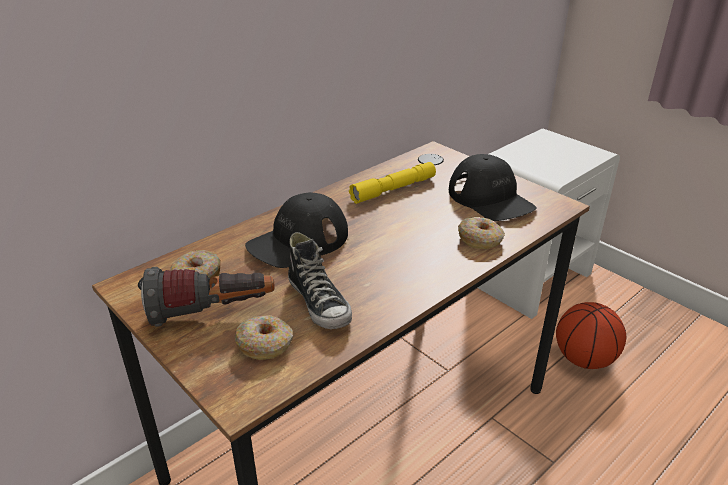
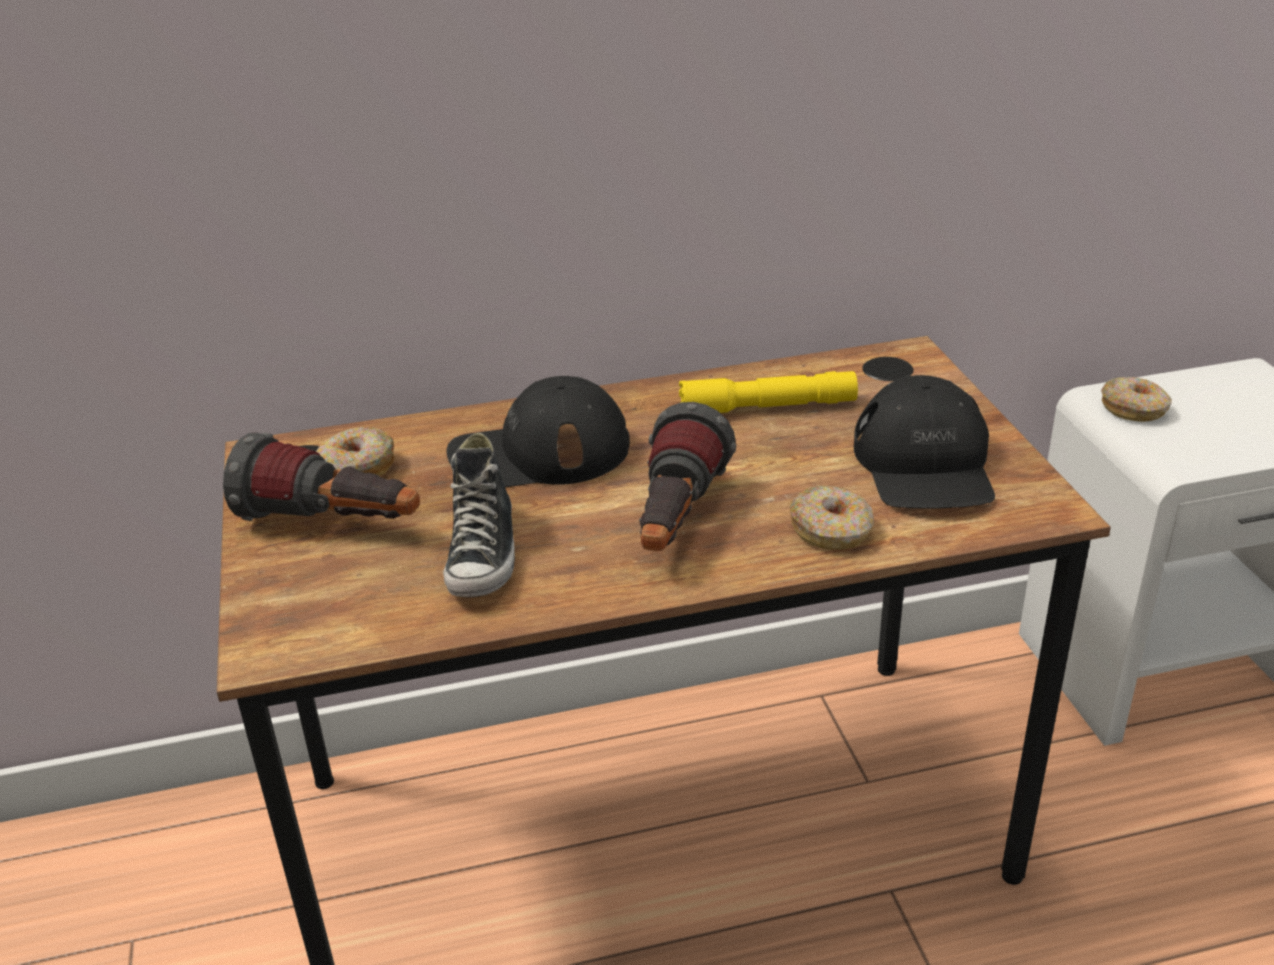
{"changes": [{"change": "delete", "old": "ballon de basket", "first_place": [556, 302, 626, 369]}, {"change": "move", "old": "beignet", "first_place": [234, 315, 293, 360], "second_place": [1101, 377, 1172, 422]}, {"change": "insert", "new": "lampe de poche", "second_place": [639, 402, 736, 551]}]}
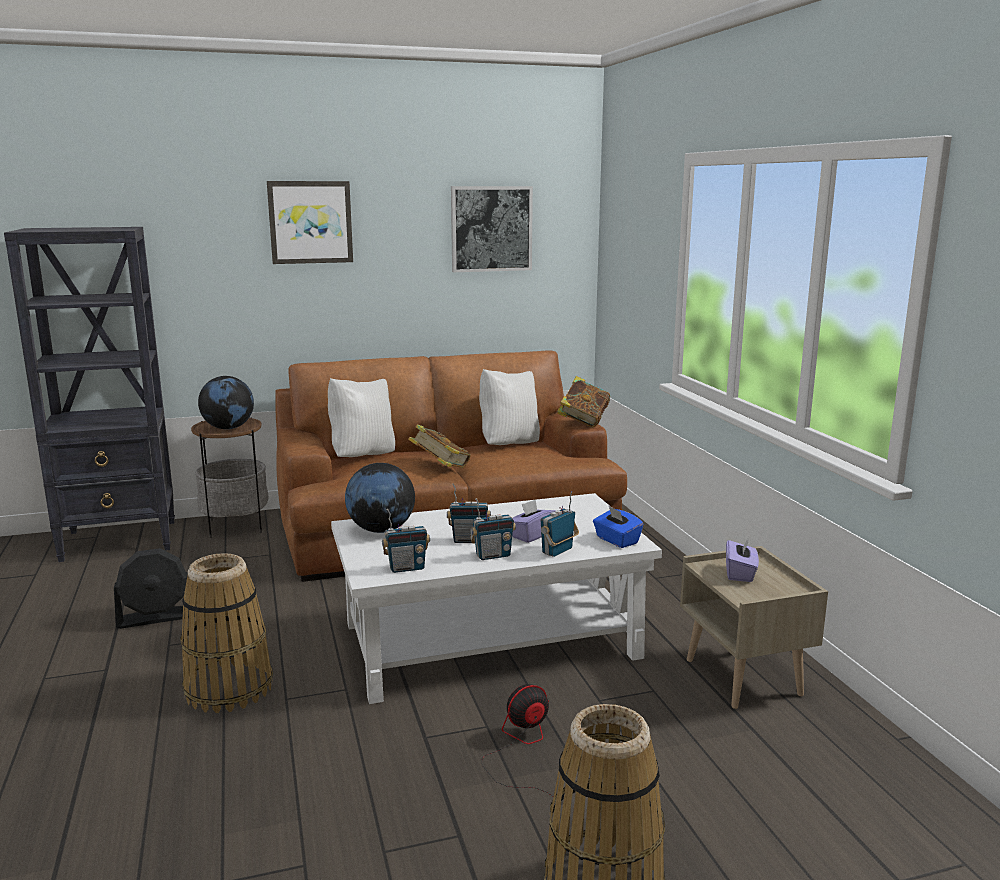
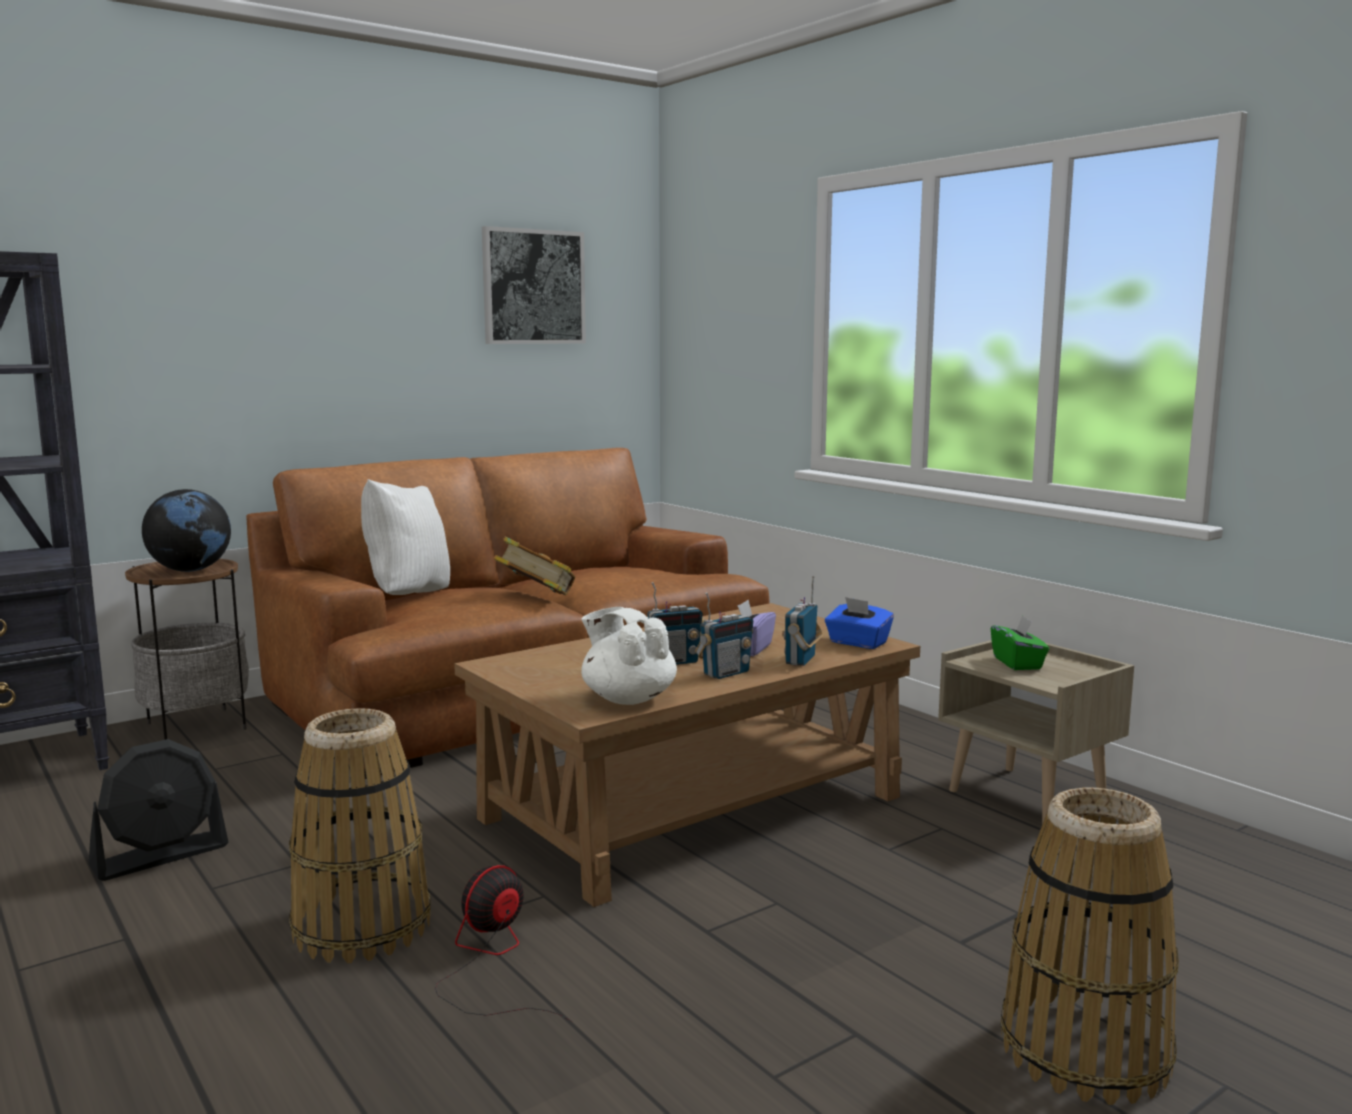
{"changes": [{"change": "delete", "old": "tableau", "first_place": [267, 181, 353, 264]}, {"change": "delete", "old": "coussin/blanc", "first_place": [479, 369, 540, 445]}, {"change": "delete", "old": "livre", "first_place": [557, 376, 610, 427]}, {"change": "delete", "old": "globe", "first_place": [345, 463, 415, 533]}, {"change": "recolor", "old": "table basse/blanc", "new": "table basse/marron", "first_place": [331, 493, 662, 704], "second_place": [454, 603, 920, 907]}, {"change": "replace", "old": "radio", "new": "théière/blanc", "first_place": [382, 509, 430, 573], "second_place": [581, 607, 677, 705]}, {"change": "recolor", "old": "boîte à mouchoirs/violet", "new": "boîte à mouchoirs/vert", "first_place": [726, 537, 759, 582], "second_place": [991, 615, 1049, 670]}, {"change": "move", "old": "ventilateur", "first_place": [482, 684, 554, 797], "second_place": [435, 865, 573, 1022]}]}
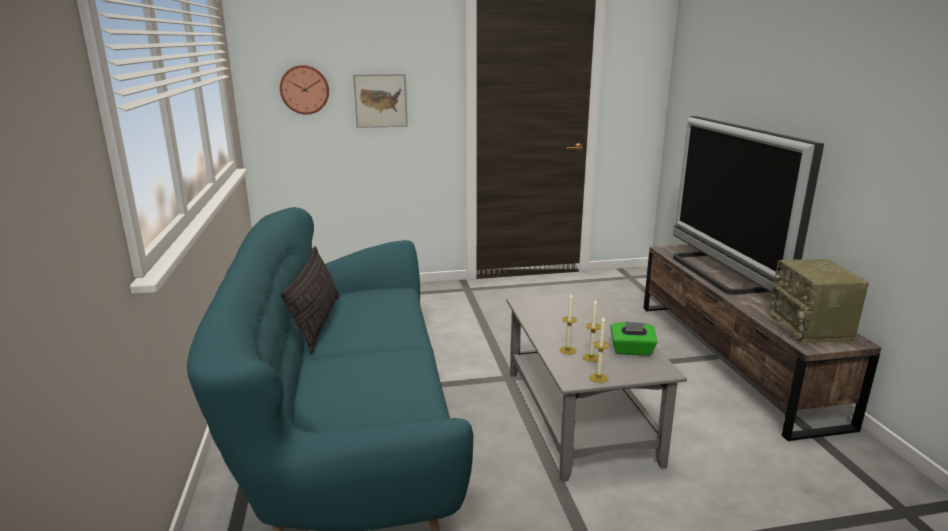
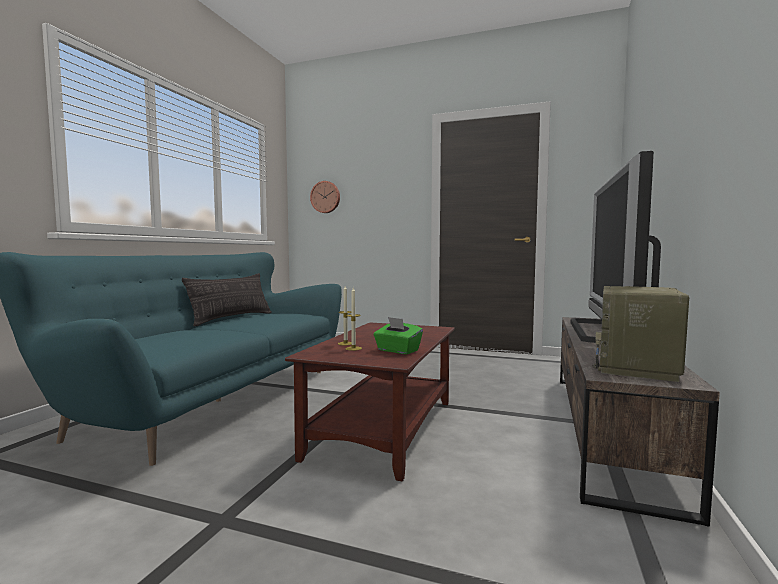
{"changes": [{"change": "delete", "old": "tableau", "first_place": [353, 74, 408, 128]}, {"change": "recolor", "old": "table basse/gris", "new": "table basse/marron", "first_place": [506, 291, 687, 482], "second_place": [285, 322, 455, 482]}, {"change": "delete", "old": "bougie", "first_place": [590, 316, 609, 383]}]}
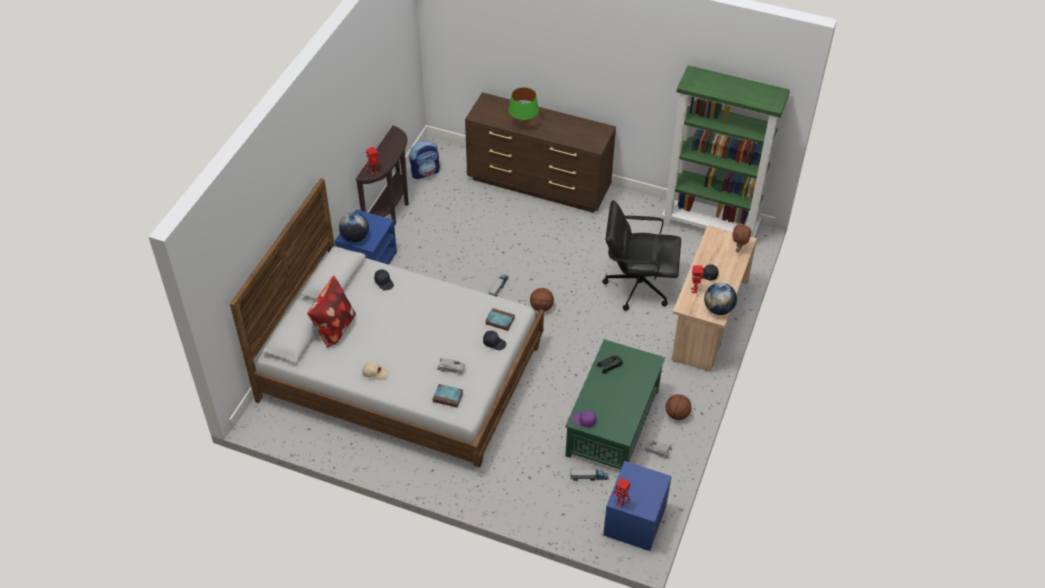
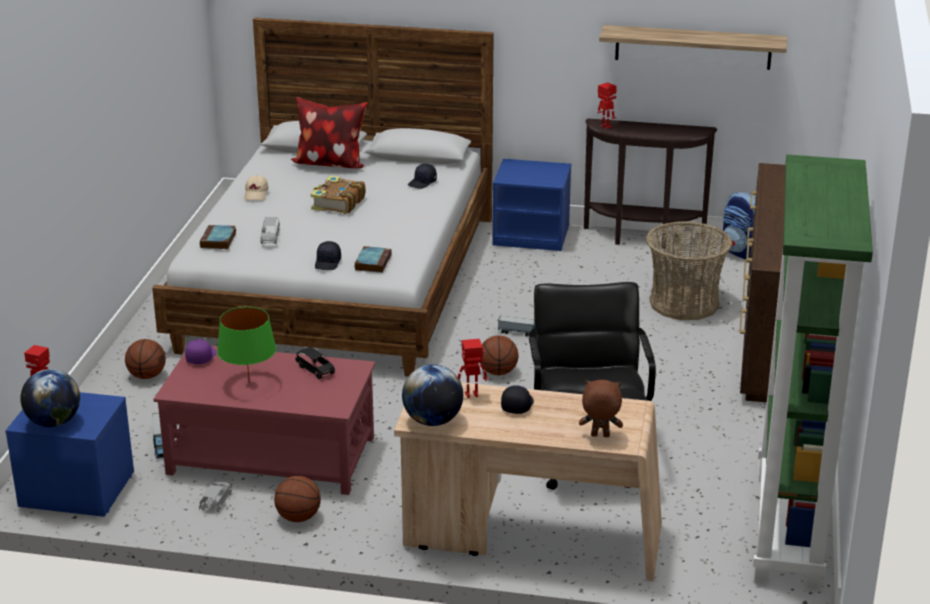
{"changes": [{"change": "move", "old": "lampe de table/vert", "first_place": [509, 87, 539, 125], "second_place": [217, 307, 276, 383]}, {"change": "move", "old": "globe", "first_place": [339, 212, 369, 242], "second_place": [20, 369, 80, 427]}, {"change": "recolor", "old": "table basse/vert", "new": "table basse/rouge", "first_place": [565, 339, 665, 469], "second_place": [154, 346, 375, 495]}, {"change": "insert", "new": "étagère", "second_place": [599, 25, 787, 70]}, {"change": "insert", "new": "livre", "second_place": [311, 176, 366, 214]}, {"change": "insert", "new": "panier", "second_place": [646, 221, 732, 320]}, {"change": "insert", "new": "ballon de basket", "second_place": [125, 339, 166, 379]}]}
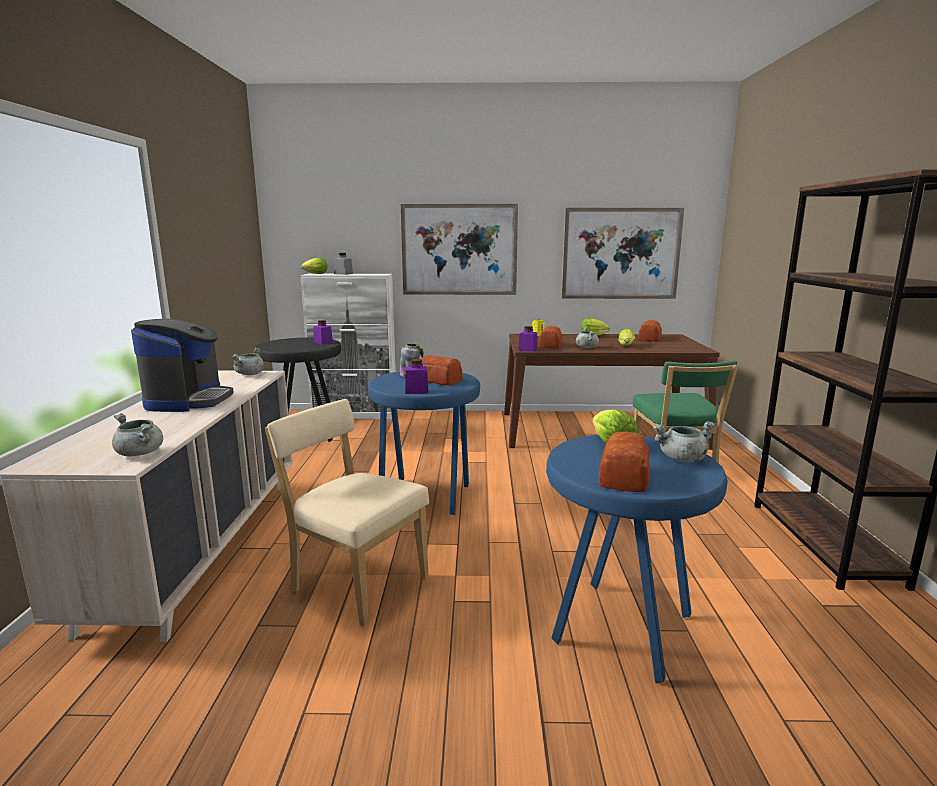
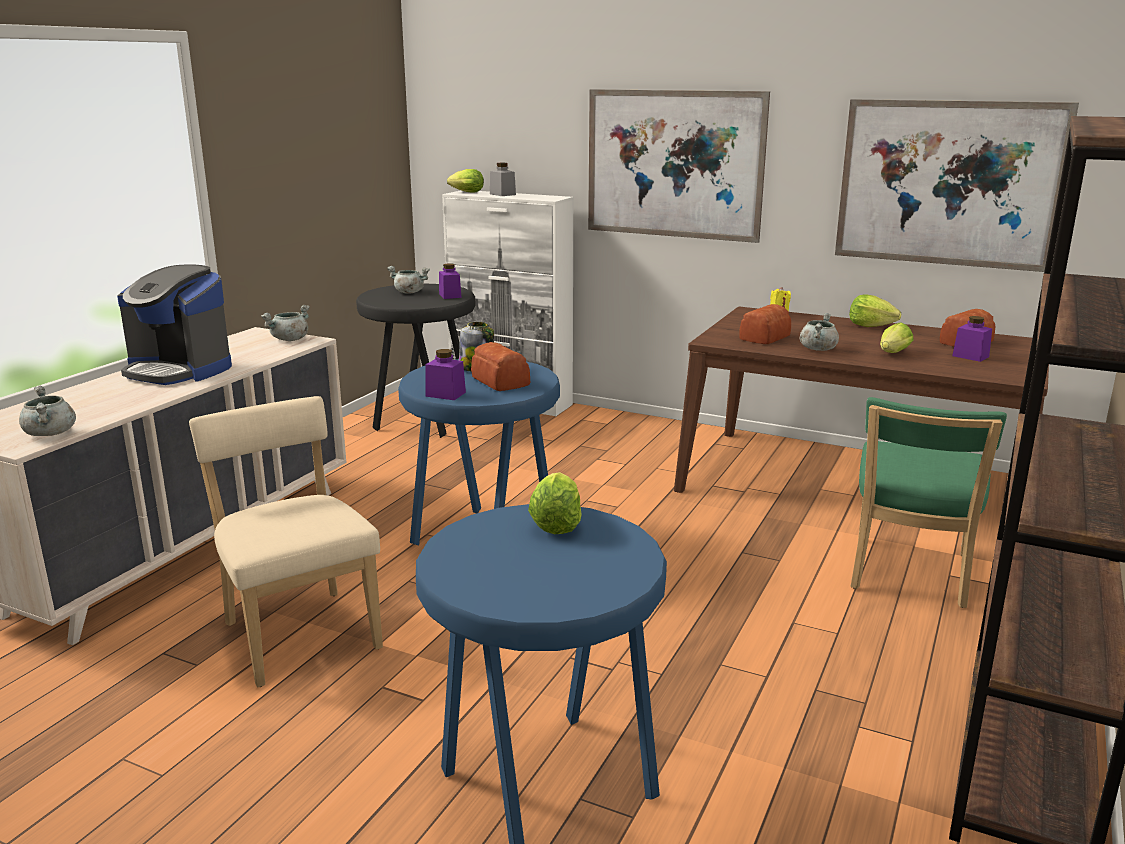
{"changes": [{"change": "rotate", "old": "machine à café", "first_place": [131, 319, 233, 412], "second_place": [117, 264, 232, 385], "degrees": 90}, {"change": "move", "old": "bocal/violet", "first_place": [518, 326, 537, 352], "second_place": [952, 316, 992, 362]}, {"change": "move", "old": "marmite/gris", "first_place": [653, 421, 716, 463], "second_place": [387, 266, 430, 294]}, {"change": "delete", "old": "pain", "first_place": [599, 431, 650, 492]}]}
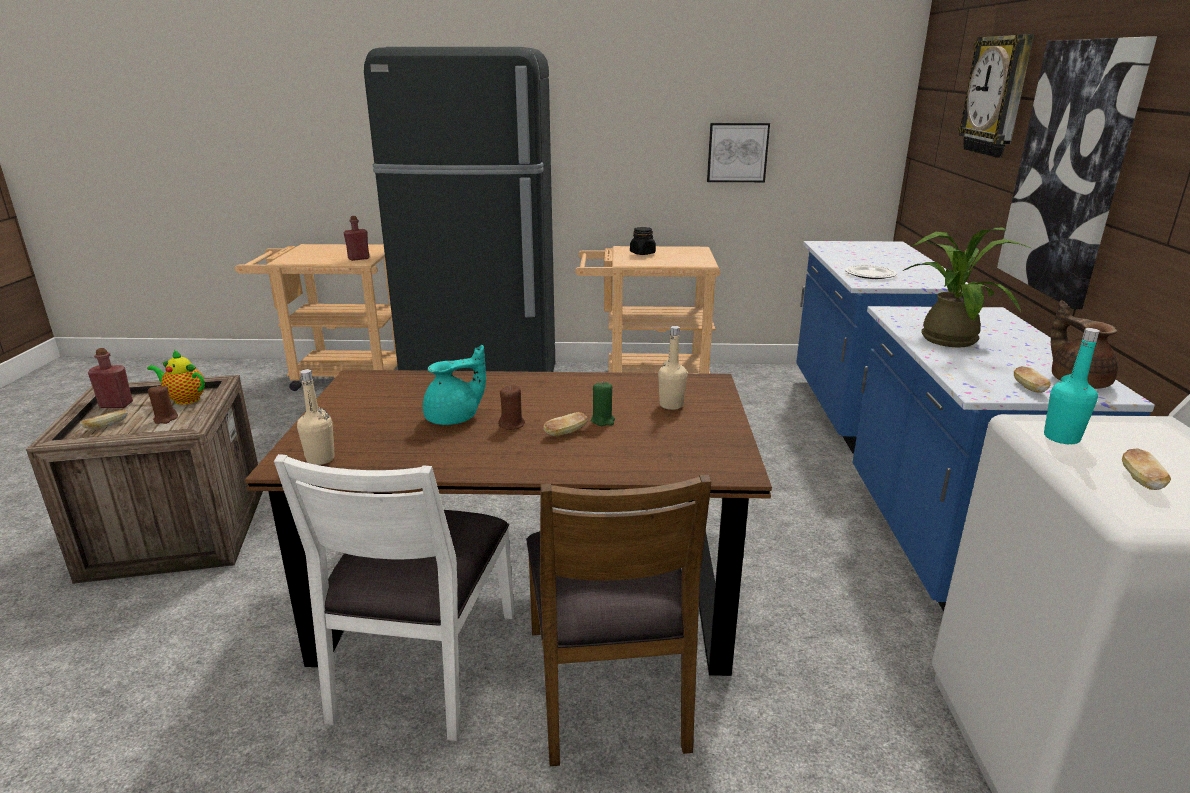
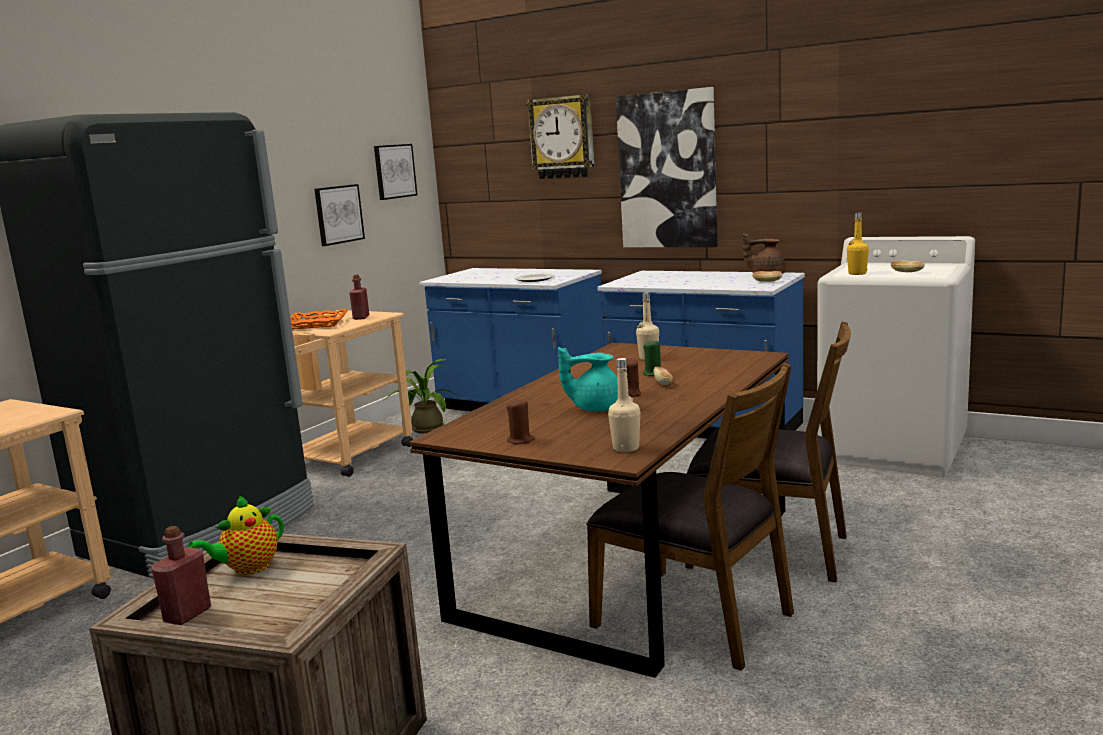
{"changes": [{"change": "move", "old": "bouteille/rouge", "first_place": [344, 216, 370, 261], "second_place": [349, 274, 369, 320]}, {"change": "replace", "old": "bocal/noir", "new": "plateau/orange", "first_place": [630, 227, 656, 255], "second_place": [290, 309, 348, 330]}, {"change": "move", "old": "plante en pot", "first_place": [903, 228, 1031, 347], "second_place": [384, 359, 461, 434]}, {"change": "recolor", "old": "bouteille/turquoise", "new": "bouteille/jaune", "first_place": [1044, 328, 1100, 444], "second_place": [847, 213, 869, 275]}, {"change": "rotate", "old": "théière/turquoise", "first_place": [423, 345, 486, 425], "second_place": [558, 347, 618, 412], "degrees": -90}, {"change": "move", "old": "bougie/marron", "first_place": [148, 385, 178, 424], "second_place": [506, 399, 535, 444]}, {"change": "delete", "old": "pain", "first_place": [80, 409, 128, 429]}, {"change": "recolor", "old": "chaise/blanc", "new": "chaise/marron", "first_place": [274, 454, 514, 741], "second_place": [586, 363, 794, 670]}, {"change": "insert", "new": "tableau", "second_place": [374, 144, 417, 200]}]}
